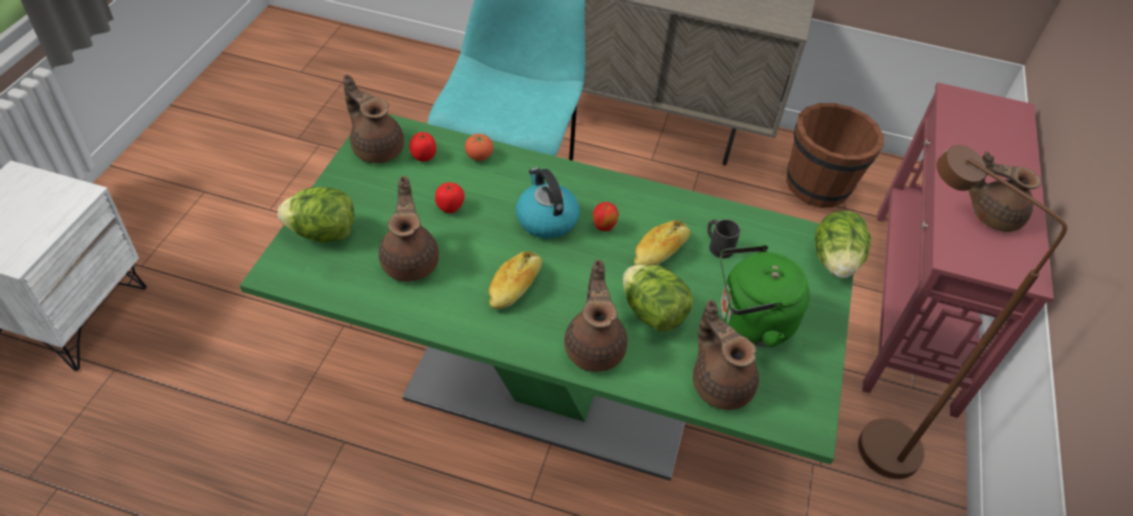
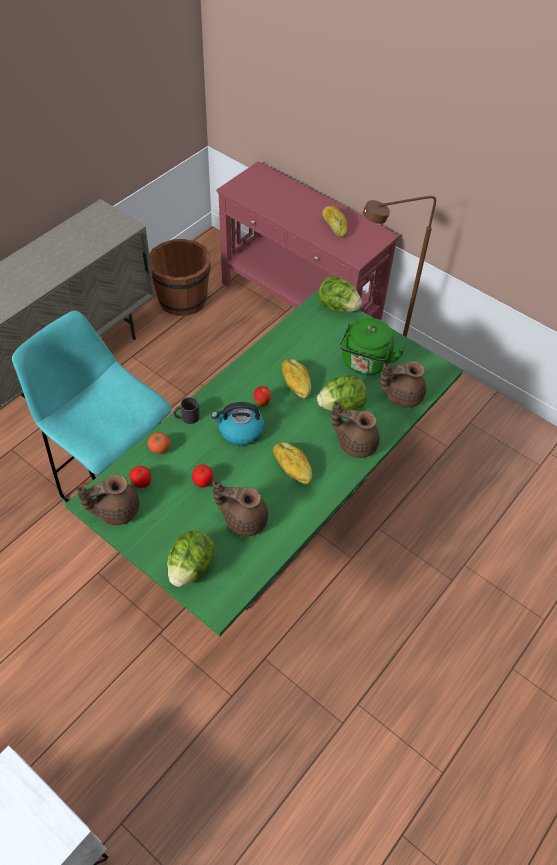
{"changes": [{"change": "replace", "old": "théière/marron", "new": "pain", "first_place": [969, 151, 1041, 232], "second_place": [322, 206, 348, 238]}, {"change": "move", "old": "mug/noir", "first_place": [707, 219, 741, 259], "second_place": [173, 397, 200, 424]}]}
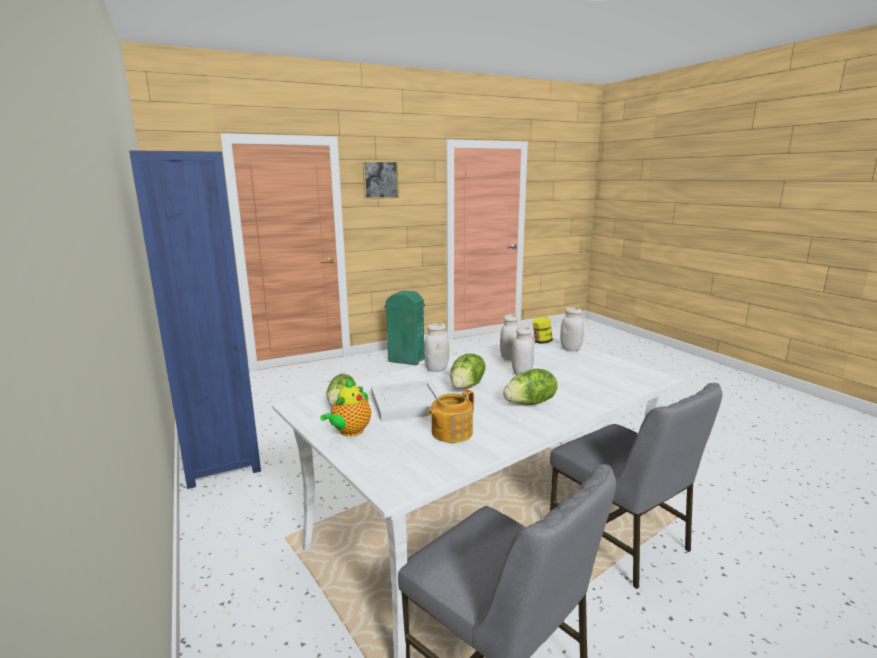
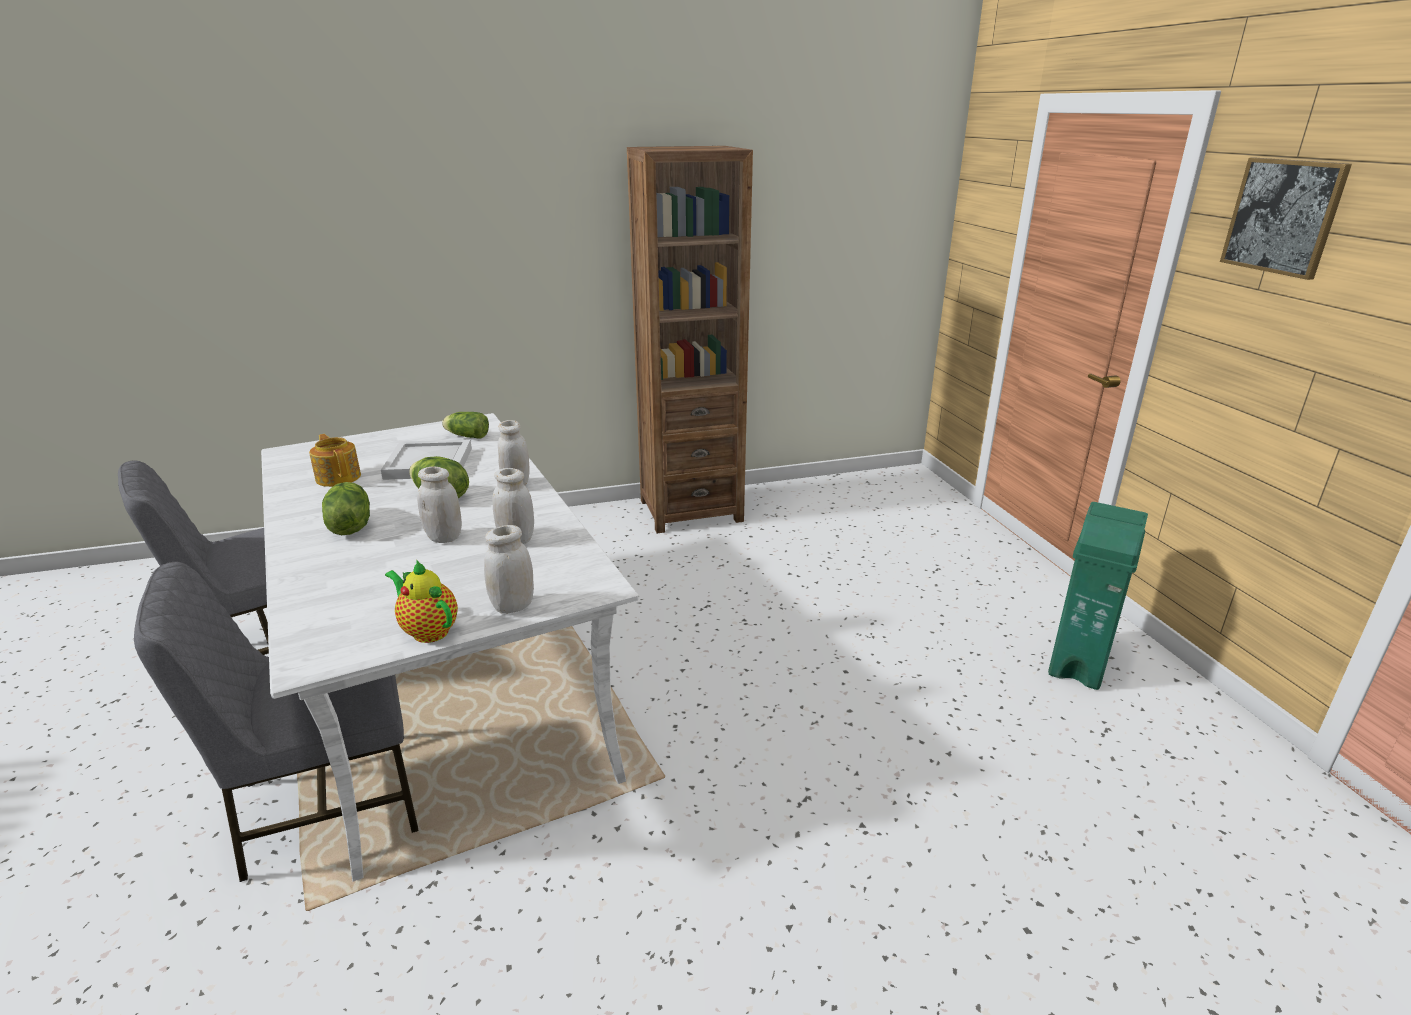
{"changes": [{"change": "recolor", "old": "bibliothèque/bleu", "new": "bibliothèque/marron", "first_place": [129, 150, 261, 489], "second_place": [627, 146, 753, 533]}, {"change": "delete", "old": "bocal", "first_place": [533, 317, 553, 344]}, {"change": "move", "old": "théière", "first_place": [320, 379, 371, 437], "second_place": [385, 560, 458, 643]}]}
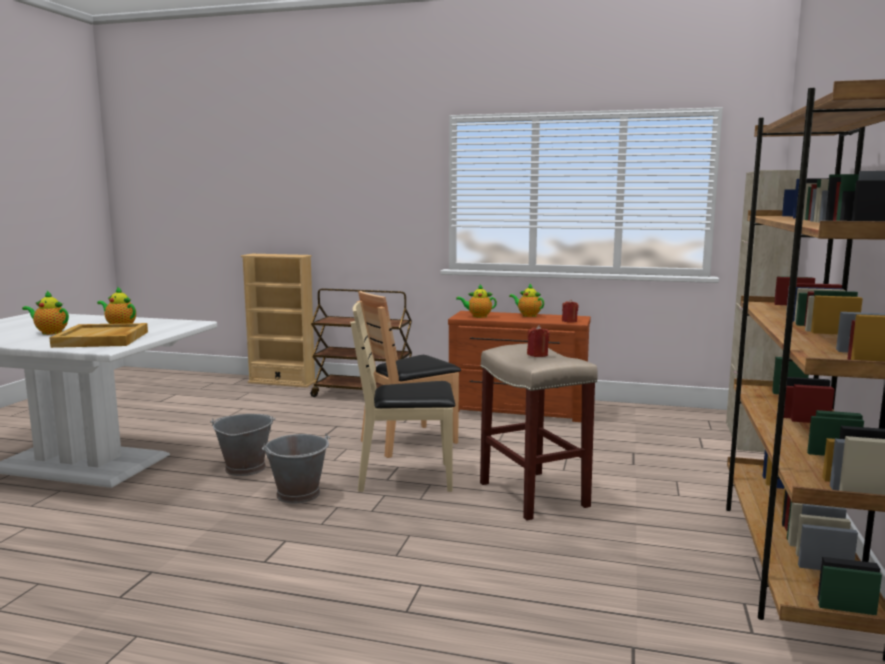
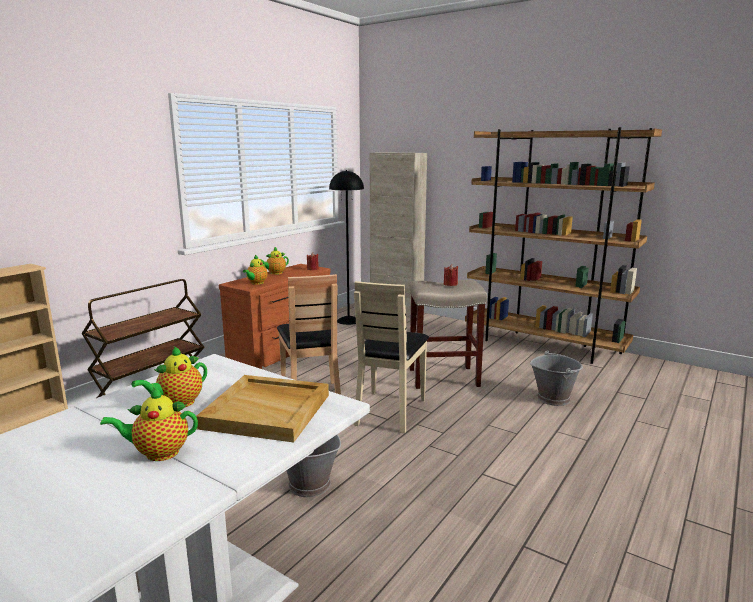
{"changes": [{"change": "rotate", "old": "théière", "first_place": [22, 291, 69, 335], "second_place": [100, 387, 198, 461], "degrees": 45}, {"change": "move", "old": "seau/gris", "first_place": [262, 433, 330, 503], "second_place": [530, 350, 583, 406]}, {"change": "insert", "new": "lampadaire/noir", "second_place": [329, 170, 364, 325]}]}
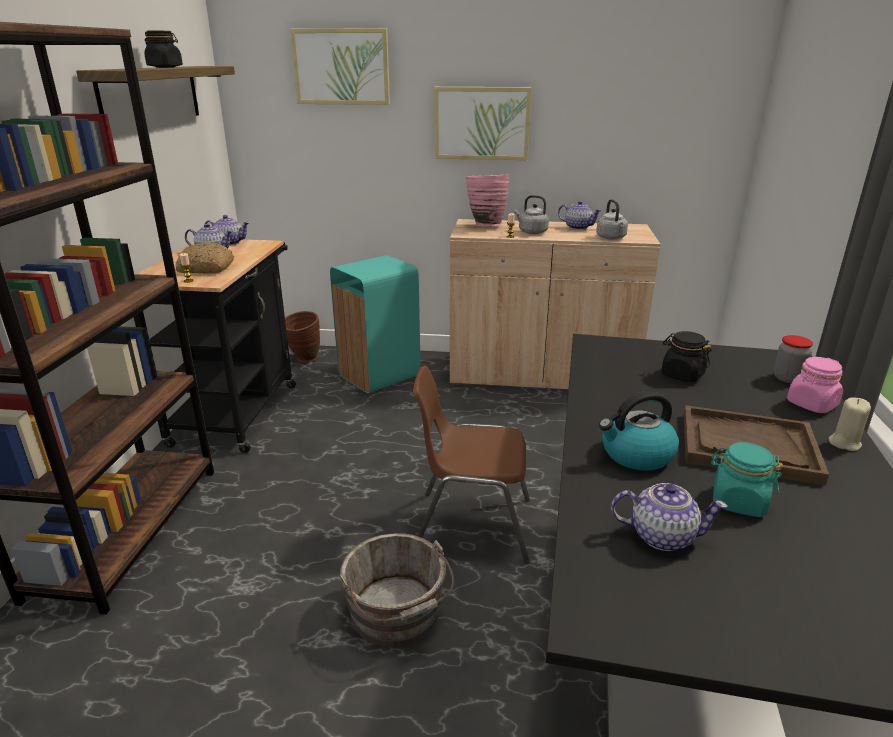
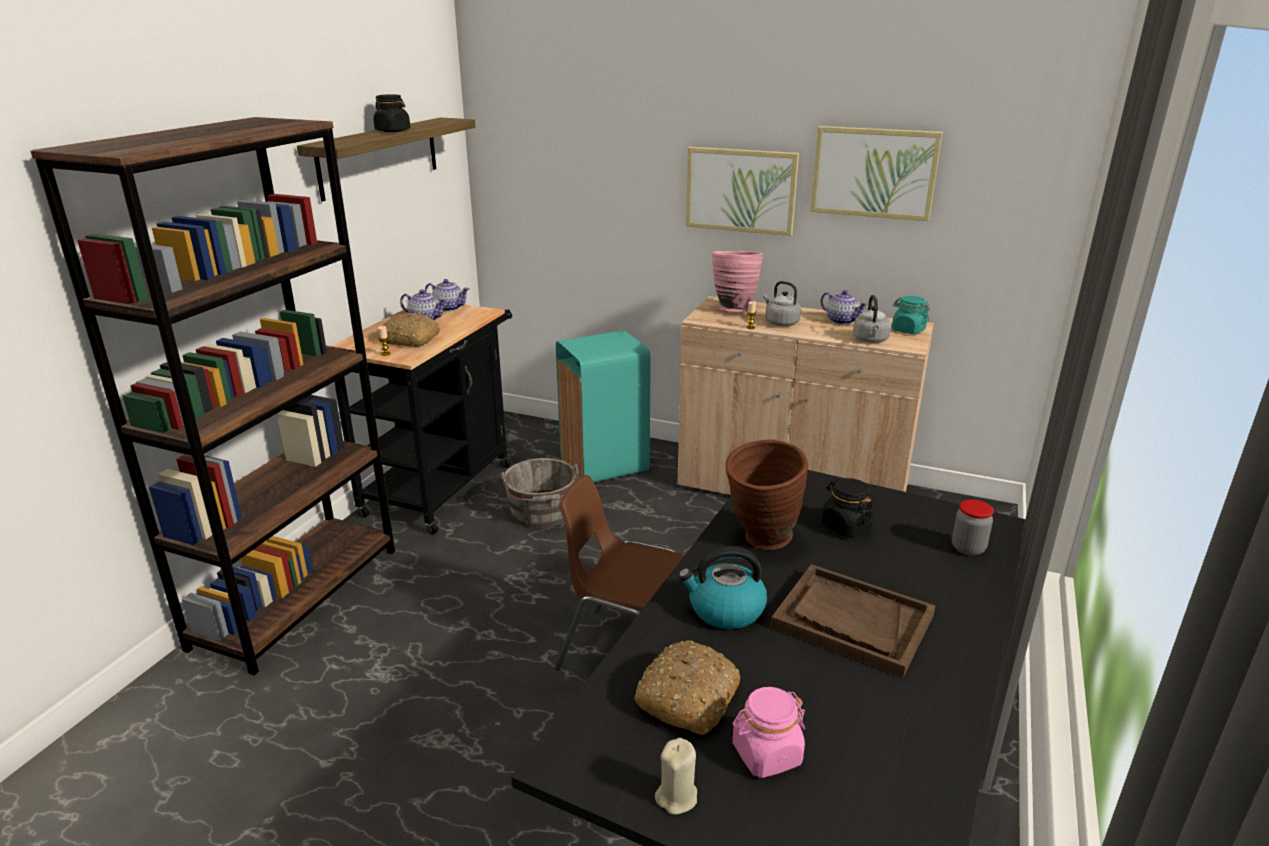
{"changes": [{"change": "move", "old": "tableau", "first_place": [290, 28, 390, 105], "second_place": [810, 126, 943, 221]}, {"change": "move", "old": "vase/marron", "first_place": [285, 311, 320, 363], "second_place": [725, 439, 808, 550]}, {"change": "move", "old": "bocal/rose", "first_place": [787, 357, 843, 413], "second_place": [733, 687, 805, 778]}, {"change": "move", "old": "bougie/beige", "first_place": [829, 397, 871, 451], "second_place": [655, 738, 697, 815]}, {"change": "move", "old": "bocal/turquoise", "first_place": [711, 442, 783, 517], "second_place": [892, 296, 930, 334]}, {"change": "replace", "old": "théière", "new": "pain", "first_place": [611, 483, 728, 551], "second_place": [634, 640, 740, 735]}, {"change": "move", "old": "seau/gris", "first_place": [340, 533, 454, 647], "second_place": [501, 458, 579, 528]}]}
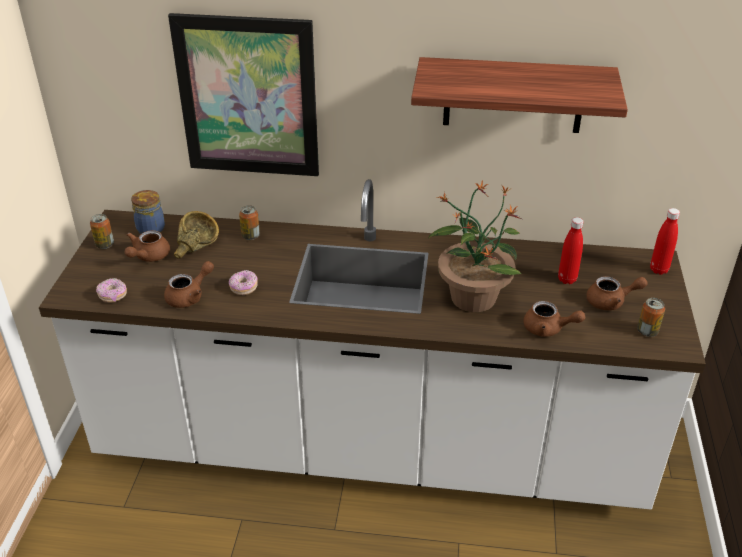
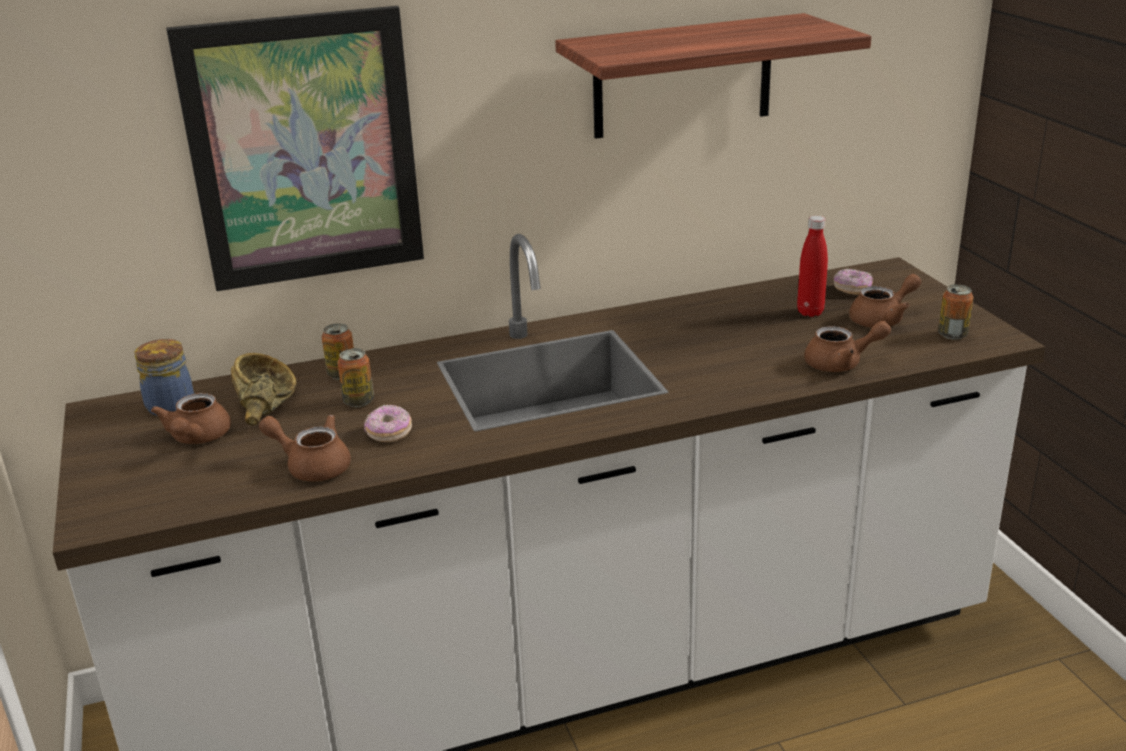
{"changes": [{"change": "delete", "old": "plante en pot", "first_place": [428, 181, 522, 312]}, {"change": "delete", "old": "bouteille/rouge", "first_place": [650, 208, 680, 275]}, {"change": "move", "old": "boîte métallique", "first_place": [90, 214, 114, 249], "second_place": [338, 348, 374, 407]}, {"change": "rotate", "old": "théière/marron", "first_place": [164, 261, 214, 308], "second_place": [259, 415, 351, 481], "degrees": -90}, {"change": "move", "old": "beignet", "first_place": [96, 278, 127, 303], "second_place": [834, 268, 873, 295]}]}
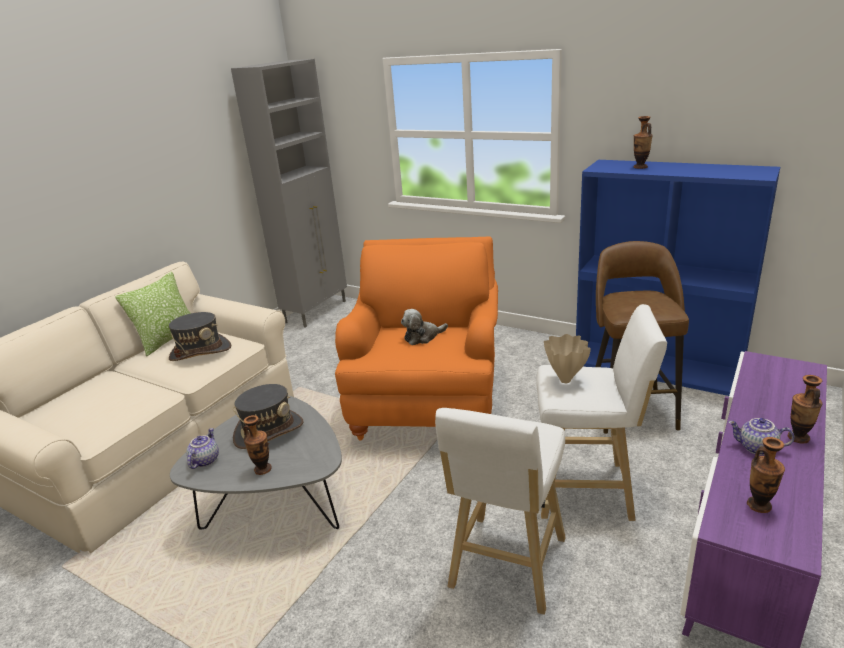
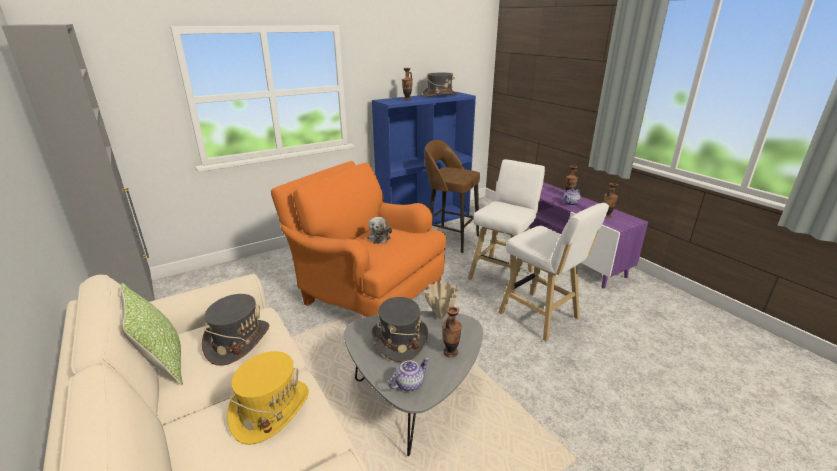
{"changes": [{"change": "move", "old": "vase/beige", "first_place": [544, 334, 591, 383], "second_place": [424, 281, 459, 319]}, {"change": "rotate", "old": "théière", "first_place": [186, 428, 219, 469], "second_place": [389, 358, 429, 392], "degrees": 105}, {"change": "insert", "new": "chapeau/gris", "second_place": [422, 73, 457, 97]}, {"change": "insert", "new": "chapeau/jaune", "second_place": [227, 351, 309, 445]}]}
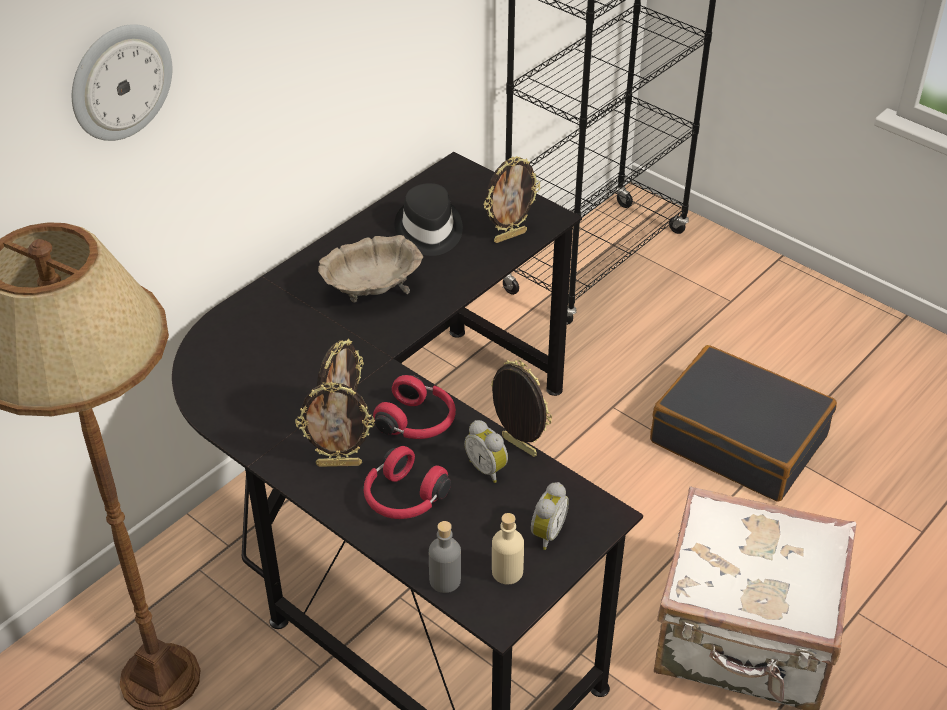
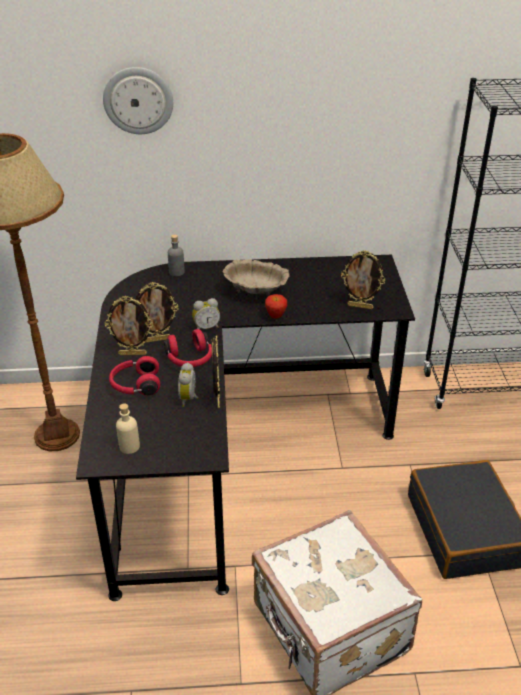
{"changes": [{"change": "delete", "old": "chapeau/noir", "first_place": [395, 183, 463, 256]}, {"change": "rotate", "old": "cadre photo", "first_place": [295, 382, 375, 467], "second_place": [105, 296, 153, 355], "degrees": -45}, {"change": "move", "old": "réveil", "first_place": [531, 482, 569, 550], "second_place": [192, 298, 220, 329]}, {"change": "move", "old": "bouteille/gris", "first_place": [429, 521, 461, 593], "second_place": [168, 234, 185, 276]}, {"change": "insert", "new": "pomme", "second_place": [265, 294, 287, 319]}]}
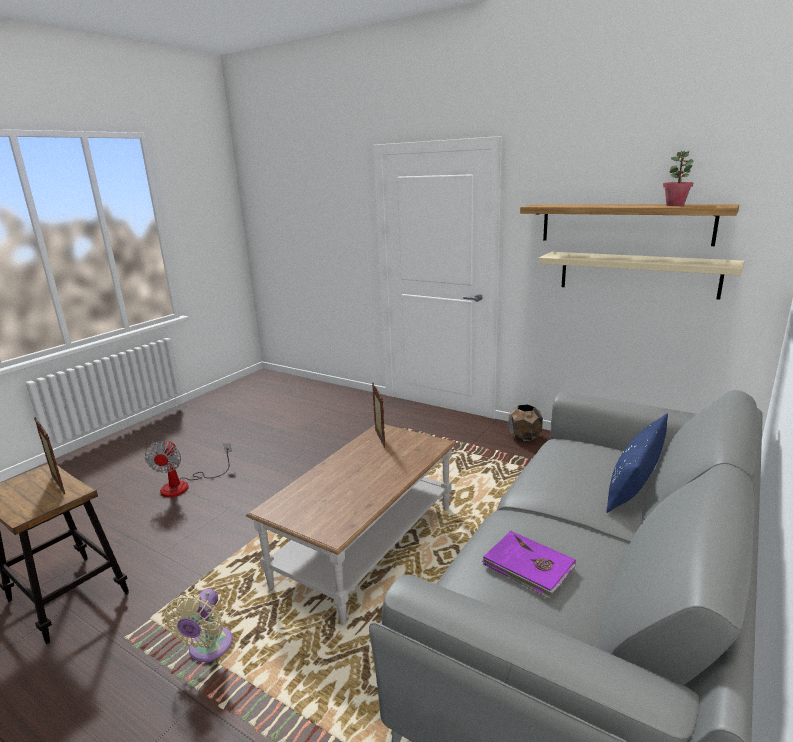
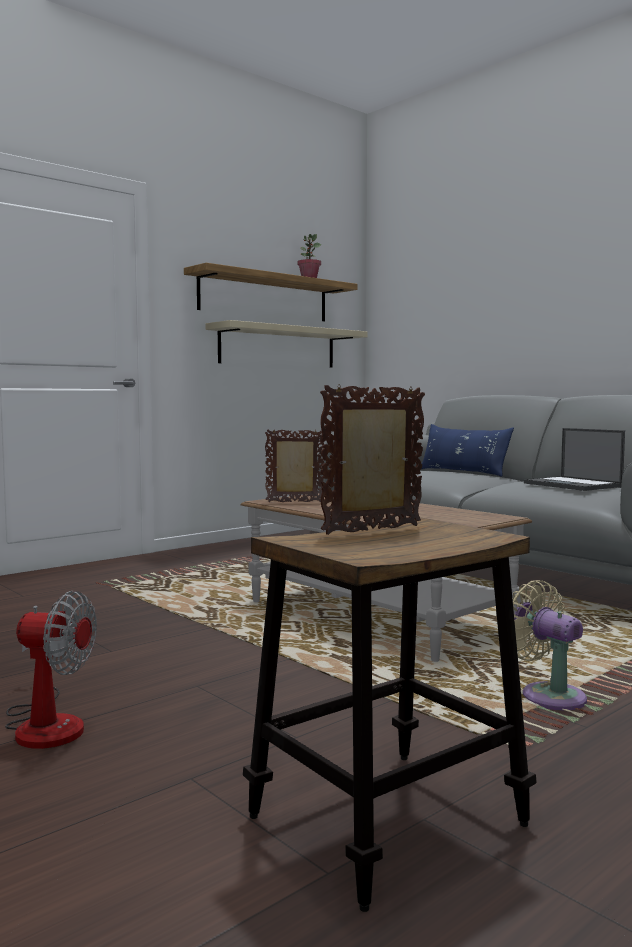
{"changes": [{"change": "delete", "old": "cache-pot/marron", "first_place": [508, 404, 543, 441]}, {"change": "replace", "old": "livre/violet", "new": "ordinateur portable", "first_place": [482, 531, 576, 599], "second_place": [524, 428, 625, 491]}, {"change": "rotate", "old": "ventilateur/beige", "first_place": [164, 588, 233, 663], "second_place": [513, 580, 587, 711], "degrees": -150}]}
